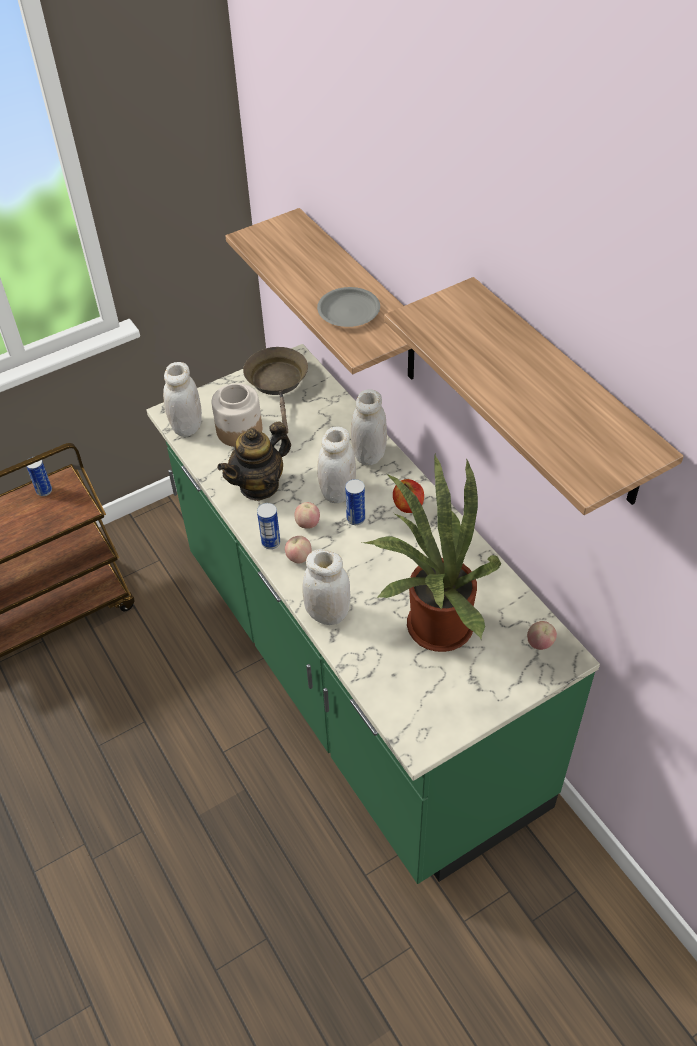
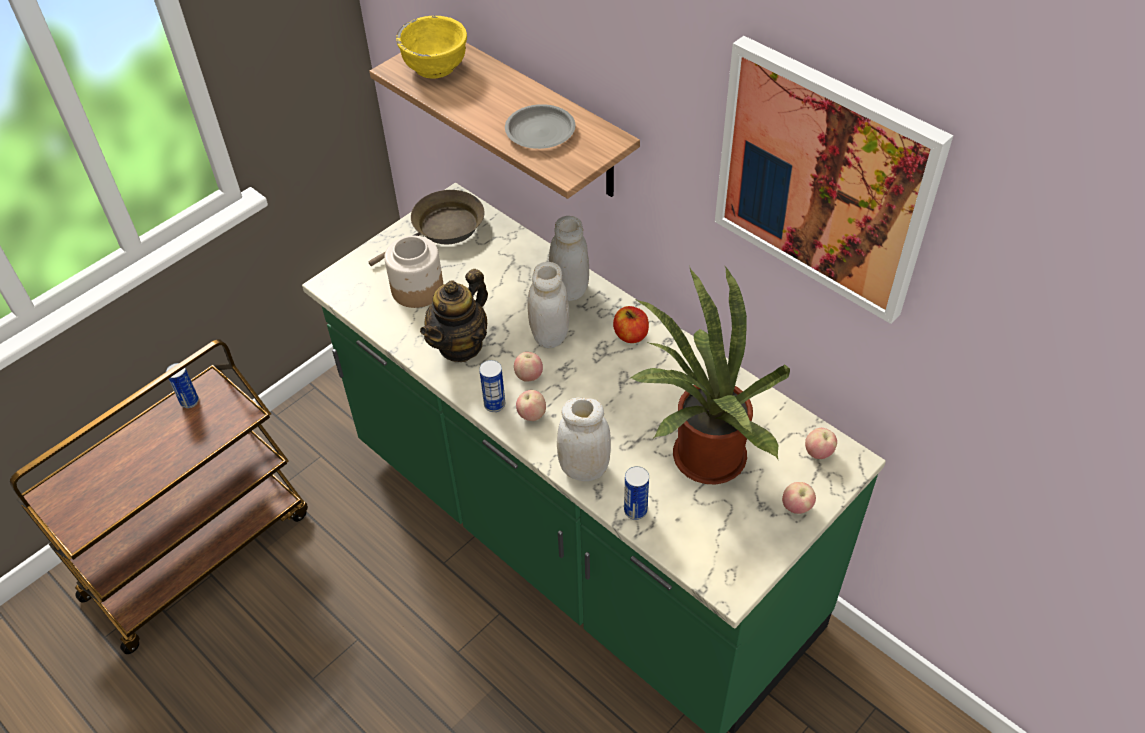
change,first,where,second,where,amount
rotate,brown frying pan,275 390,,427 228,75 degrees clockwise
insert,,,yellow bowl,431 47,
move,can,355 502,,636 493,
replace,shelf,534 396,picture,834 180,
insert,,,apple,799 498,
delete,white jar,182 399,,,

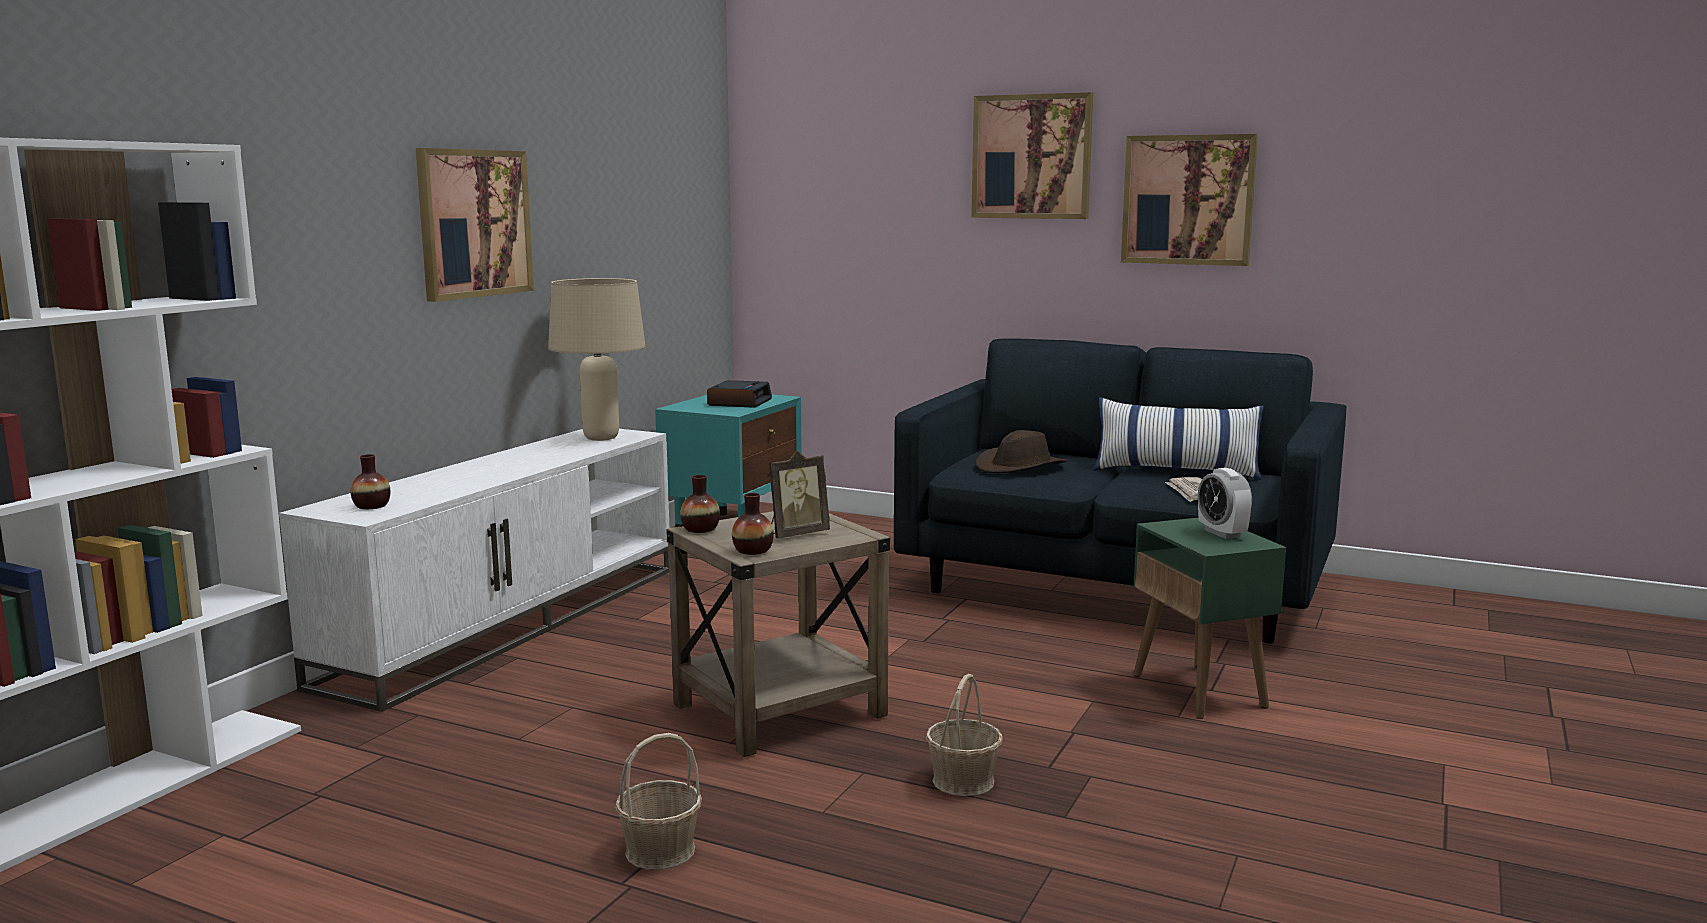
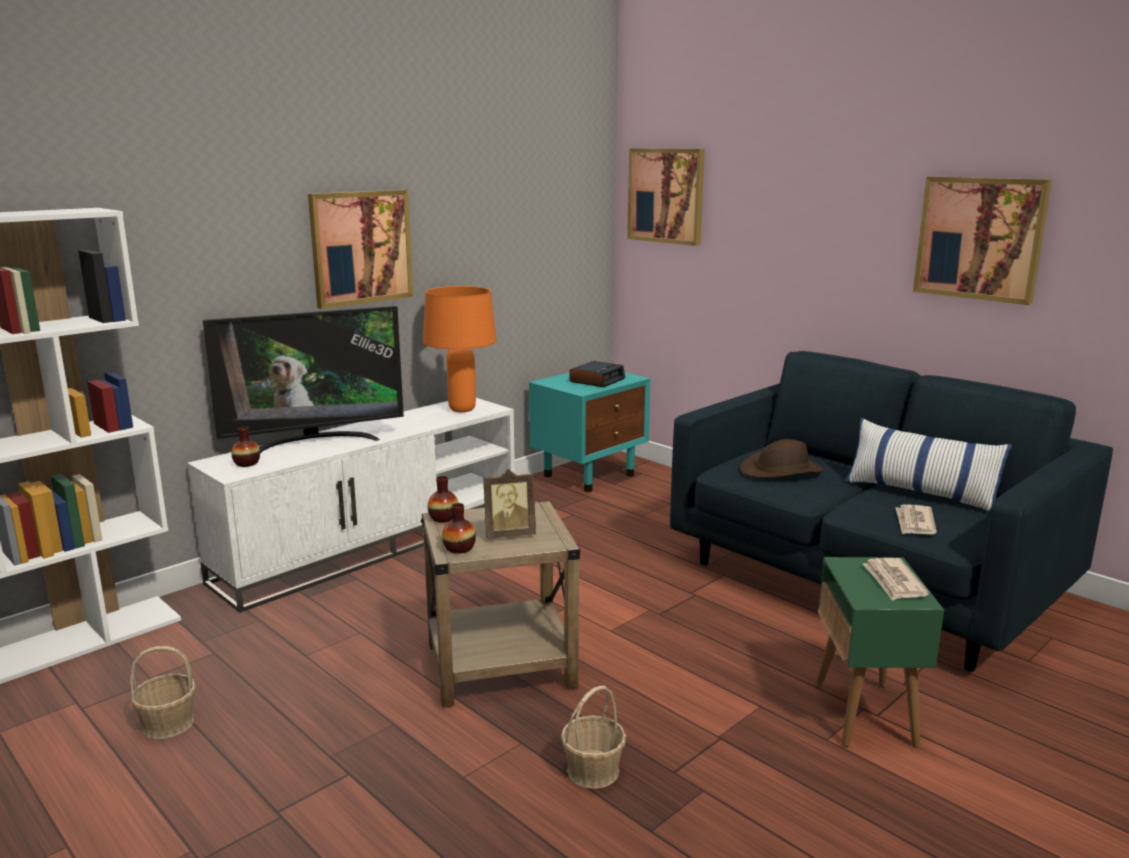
change,first,where,second,where,amount
move,basket,658 801,,163 692,
insert,,,television,303 379,
recolor,beige table lamp,597 359,orange table lamp,460 349,
move,picture,1032 155,,666 197,
replace,alarm clock,1225 503,newspaper,896 579,

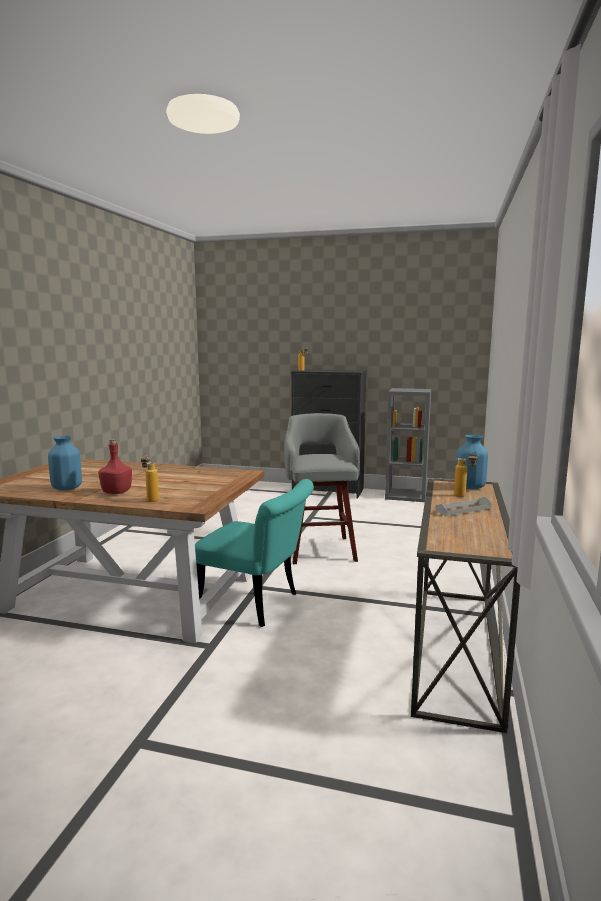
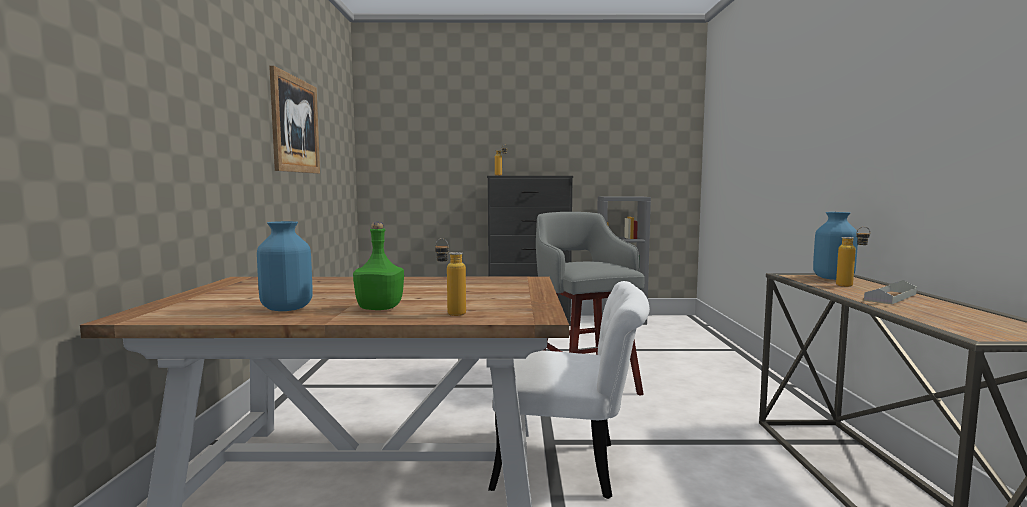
change,first,where,second,where,amount
insert,,,picture,294 120,
recolor,red bottle,115 466,green bottle,378 266,
recolor,turquoise chair,254 553,white chair,569 390,

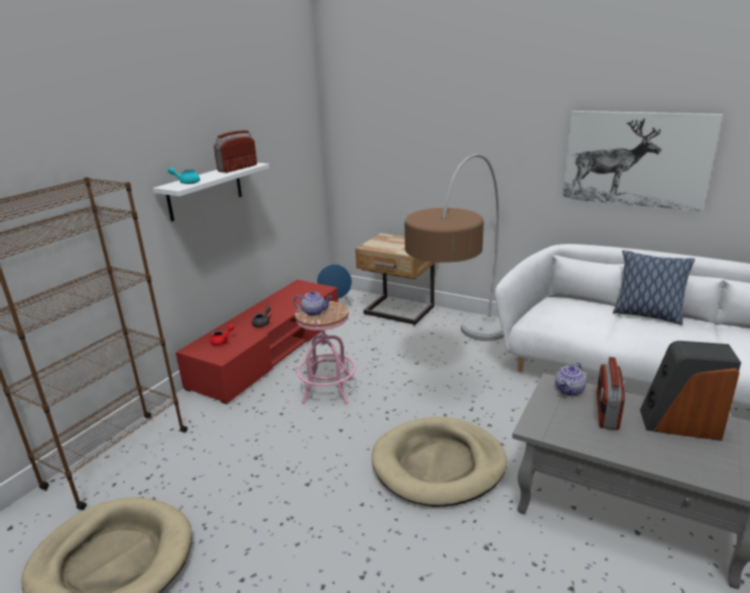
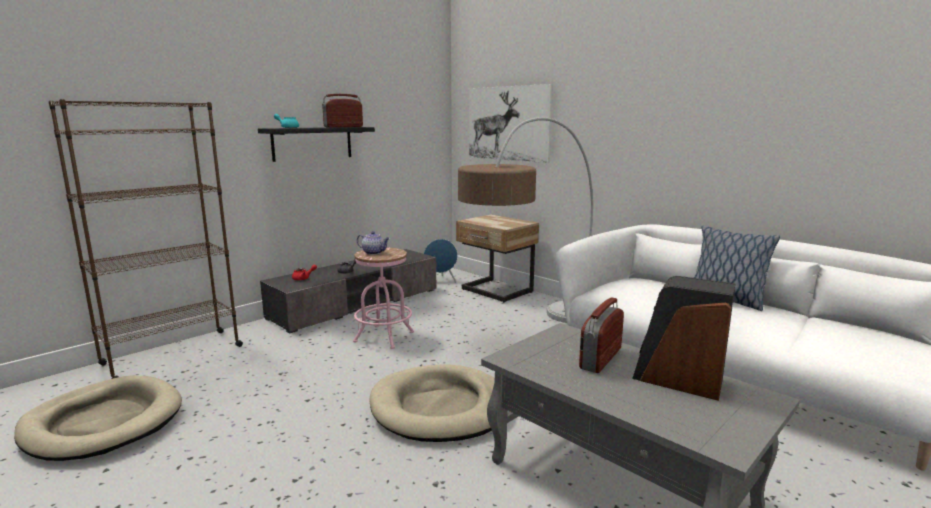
change,first,where,second,where,amount
recolor,white shelf,211 192,black shelf,316 144,
recolor,red tv stand,257 342,grey tv stand,348 291,
move,picture,642 161,,511 123,
delete,teapot,570 379,,,

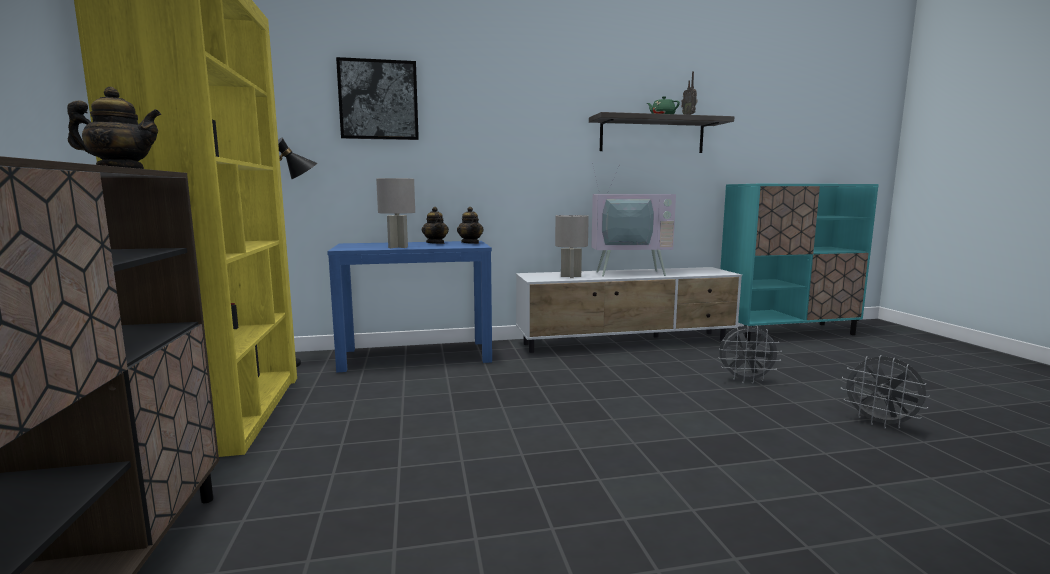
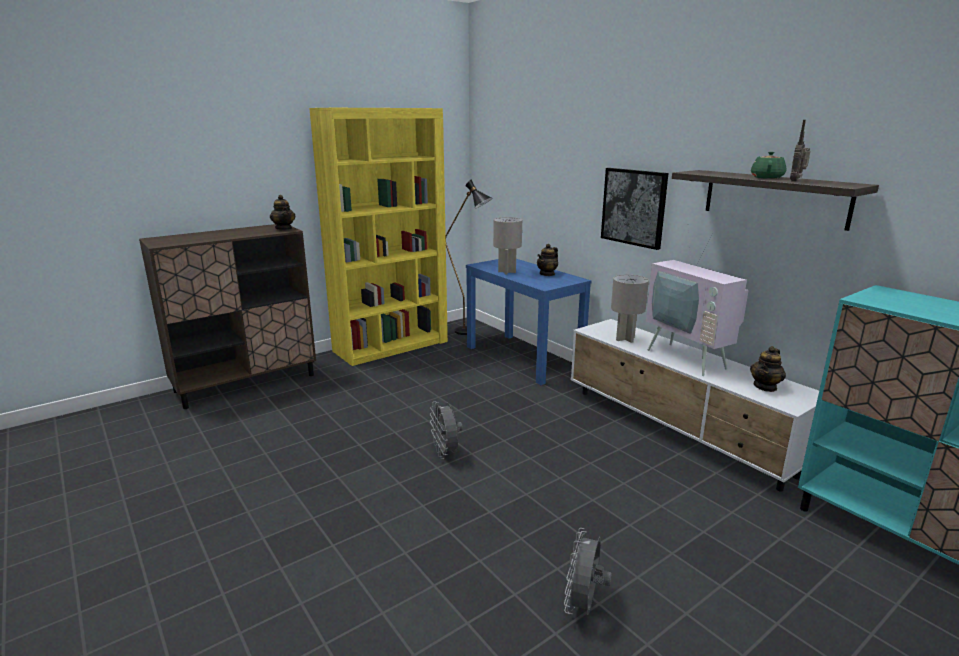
change,first,where,second,where,amount
move,grey fan,750 354,,446 430,
move,picture,377 98,,635 209,
move,teapot,470 225,,768 369,

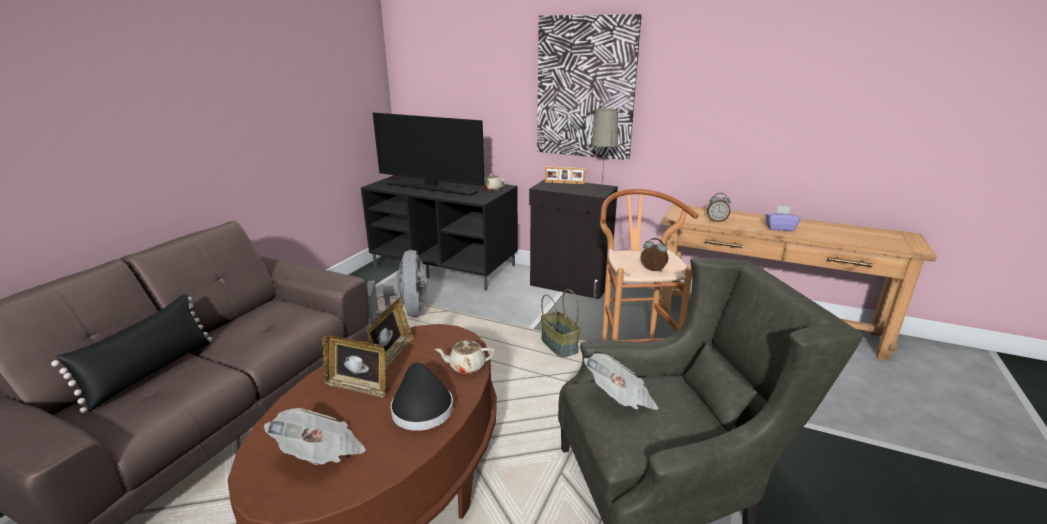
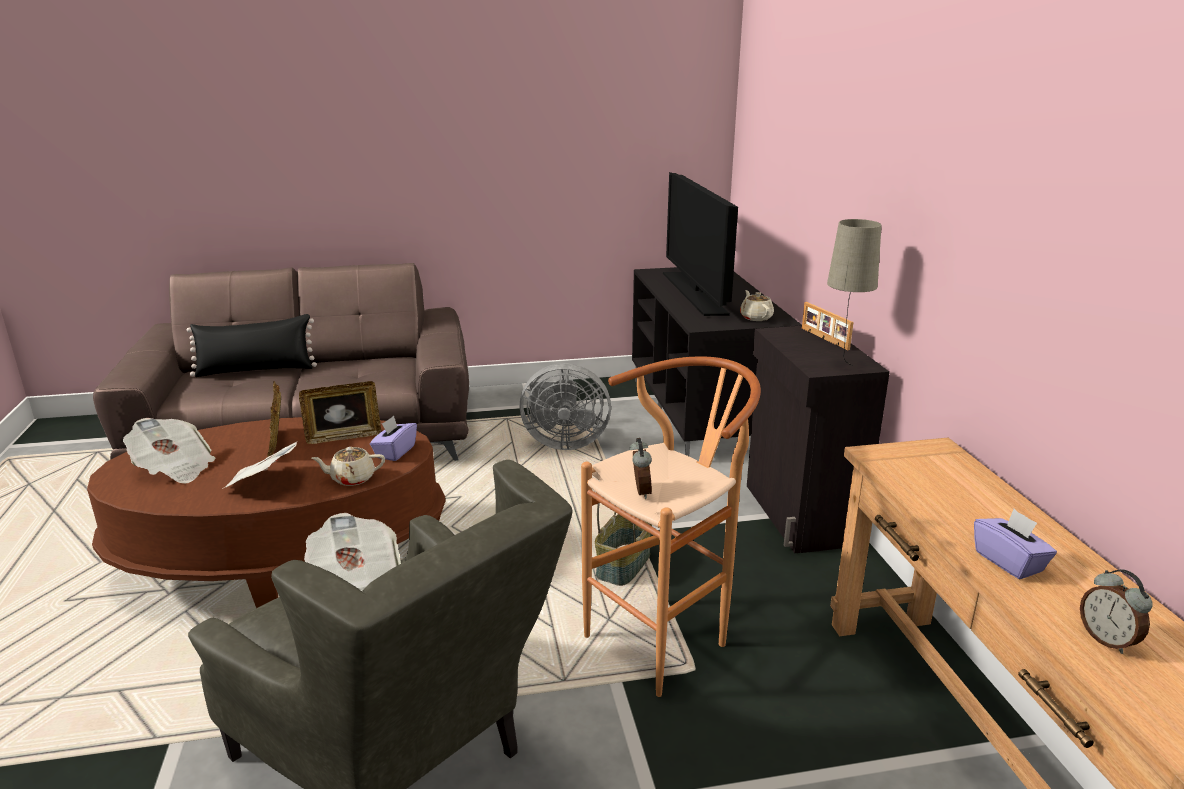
change,first,where,second,where,amount
replace,black hat,422 396,newspaper,260 465,
rotate,beige teapot,465 357,,348 466,60 degrees counterclockwise
insert,,,purple tissue box,393 438,
rotate,grey fan,397 287,,565 406,45 degrees clockwise
move,alarm clock,719 207,,1116 611,
delete,picture,589 87,,,

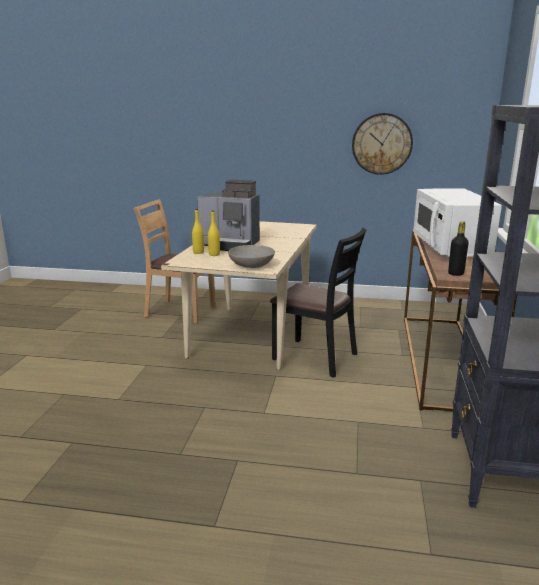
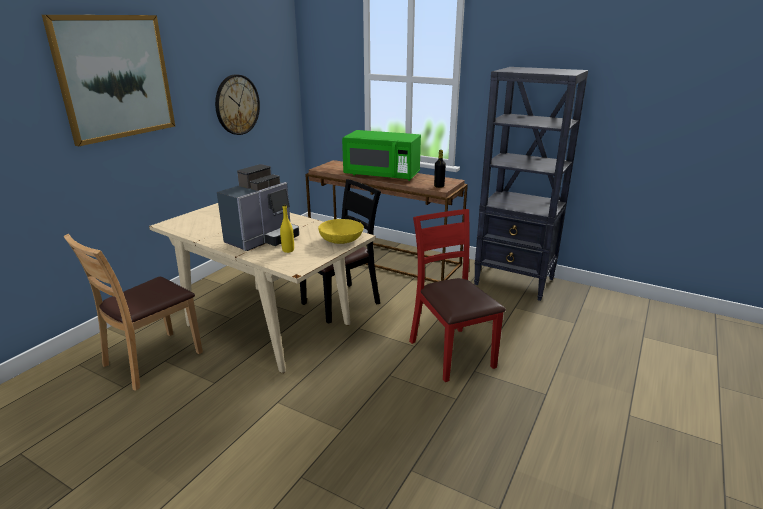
change,first,where,second,where,amount
insert,,,picture,108 80,
recolor,grey bowl,251 256,yellow bowl,341 231,
recolor,white microwave,457 223,green microwave,381 155,
insert,,,red chair,457 295,
delete,yellow bottle,198 231,,,

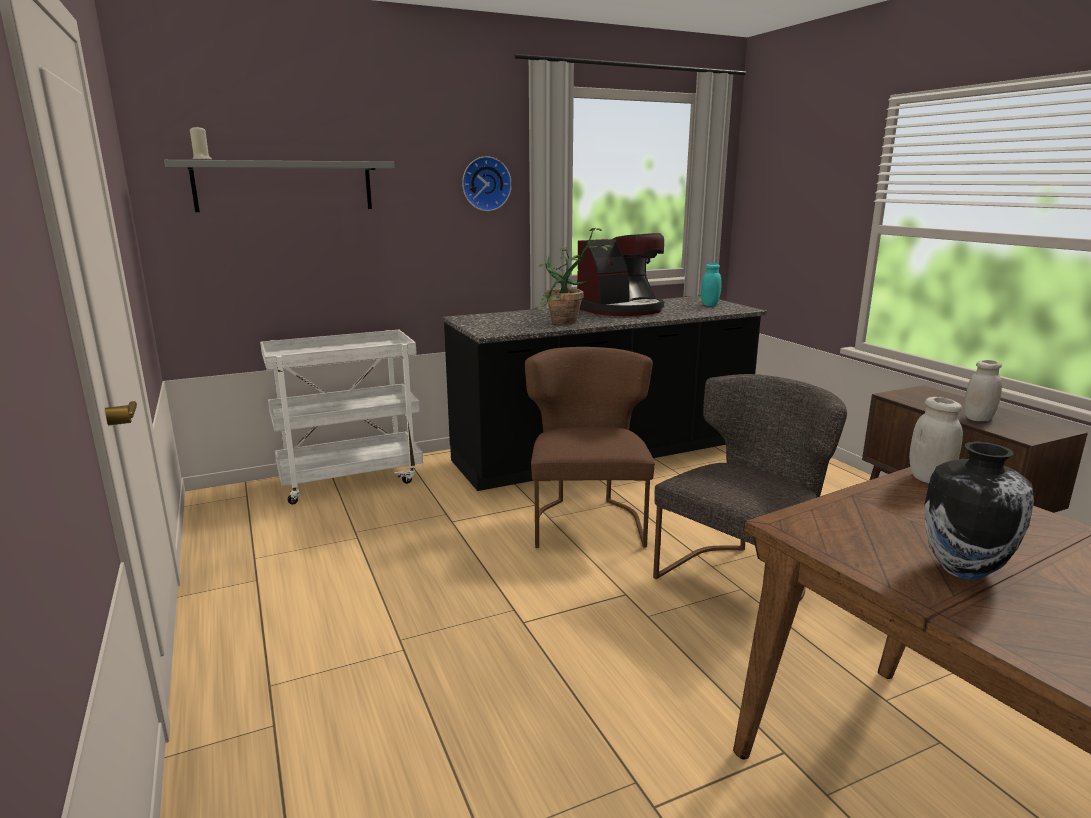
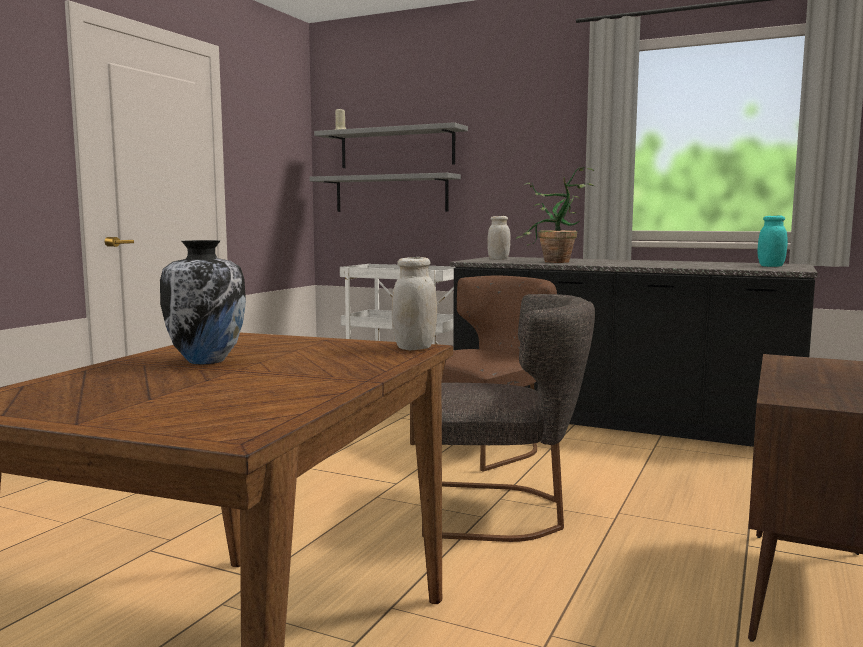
change,first,where,second,where,amount
insert,,,grey shelf,385 192,
move,white jar,983 390,,498 238,
delete,wall clock,487 183,,,
delete,coffee machine,620 274,,,

